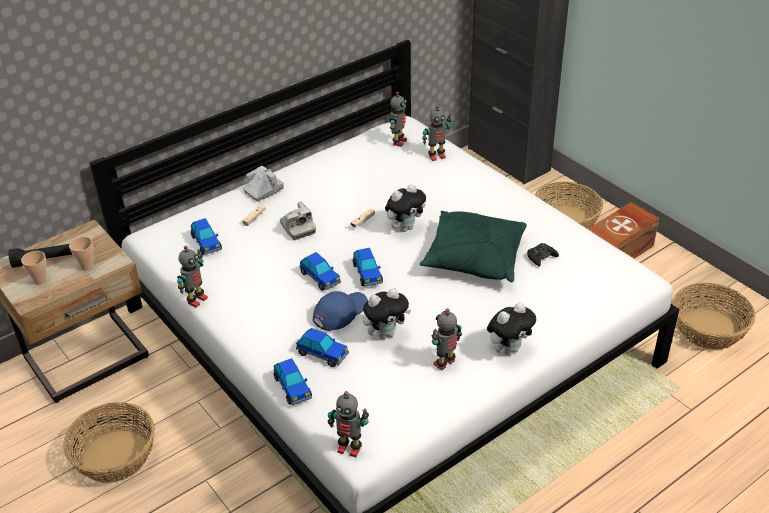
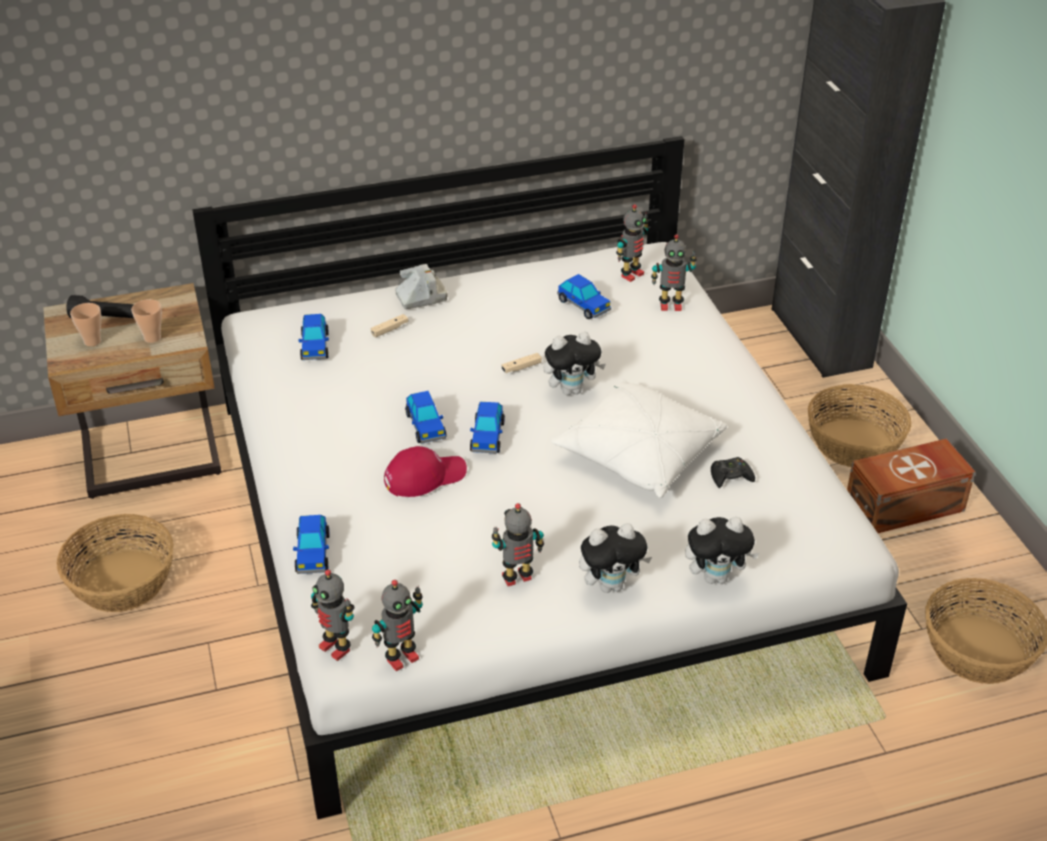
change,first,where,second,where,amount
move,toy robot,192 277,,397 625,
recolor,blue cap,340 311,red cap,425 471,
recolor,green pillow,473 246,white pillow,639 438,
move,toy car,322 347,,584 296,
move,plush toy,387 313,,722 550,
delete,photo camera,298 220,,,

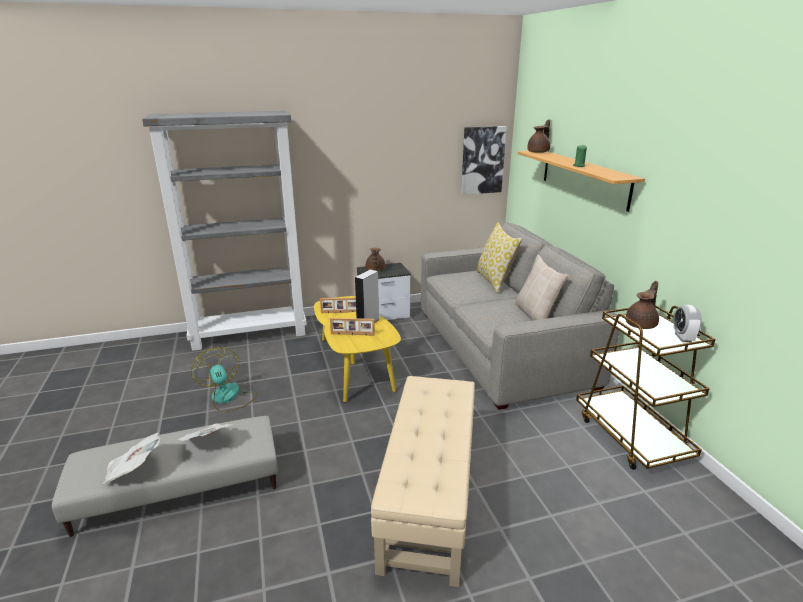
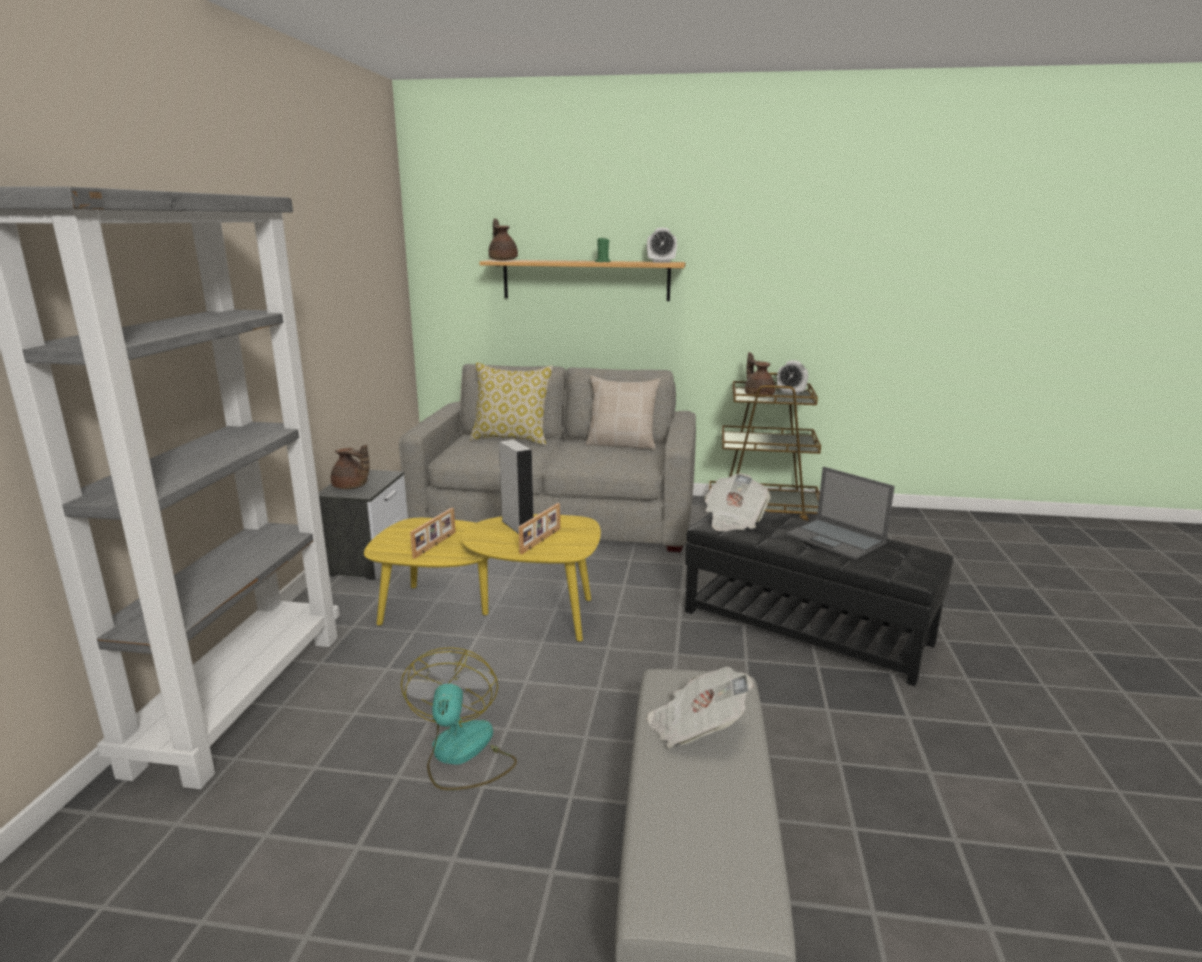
change,first,where,second,where,amount
rotate,fan,224 380,,459 718,90 degrees clockwise
insert,,,alarm clock,662 245,
recolor,beige ottoman,423 481,black ottoman,819 598,
move,newspaper,131 458,,737 502,
insert,,,laptop,840 513,
delete,picture,484 160,,,

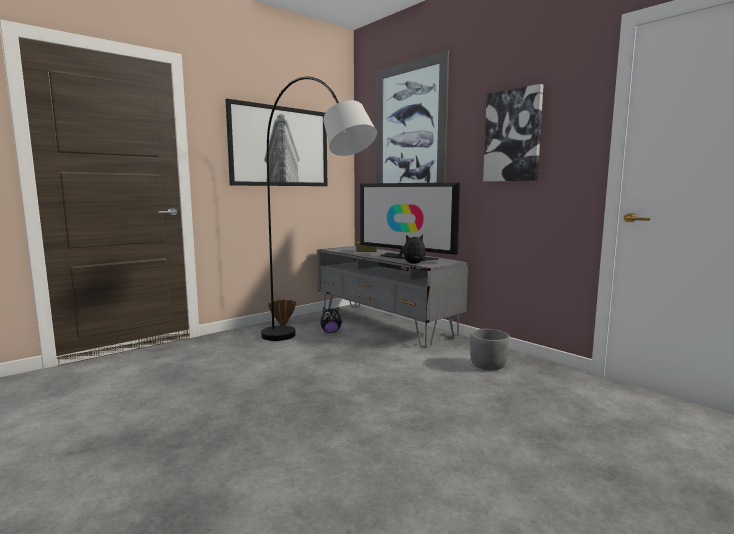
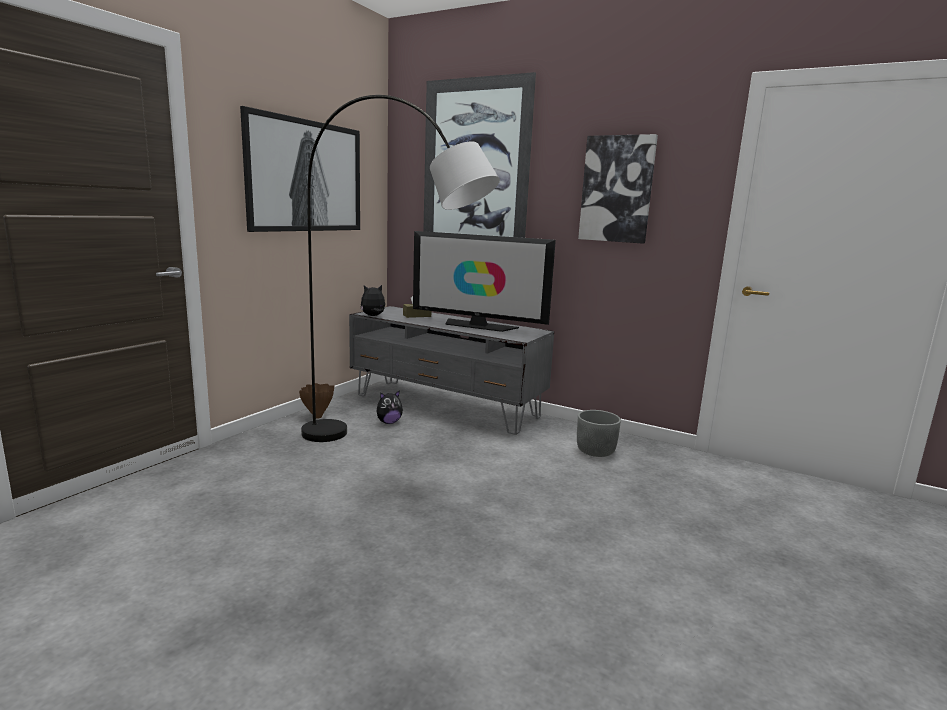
change,first,where,second,where,amount
move,plush toy,414 249,,372 300,

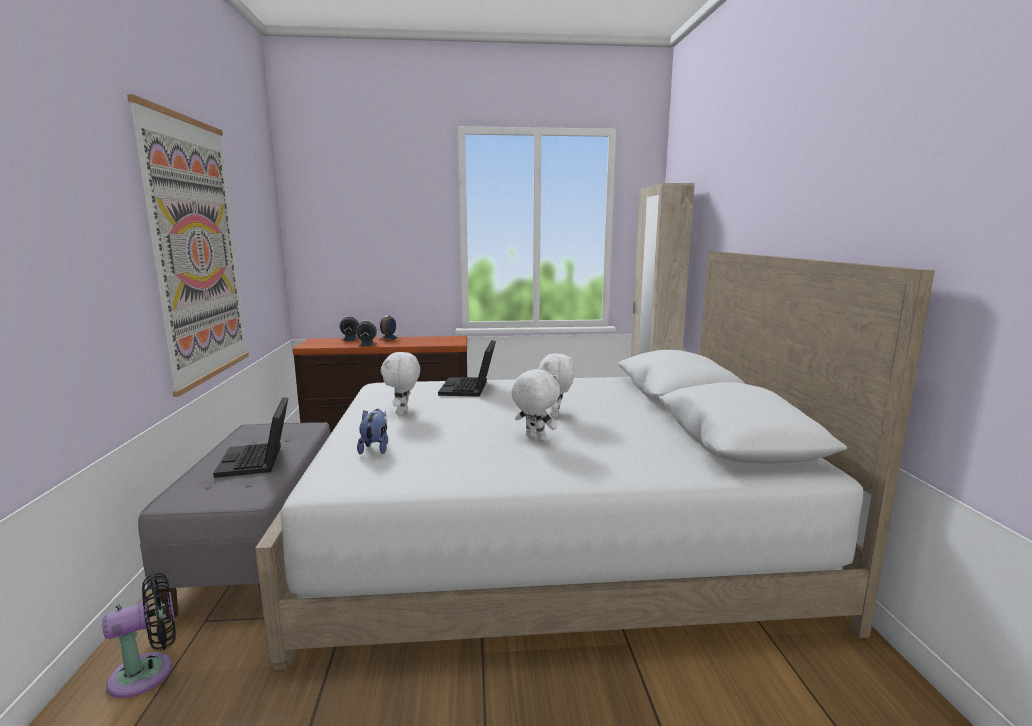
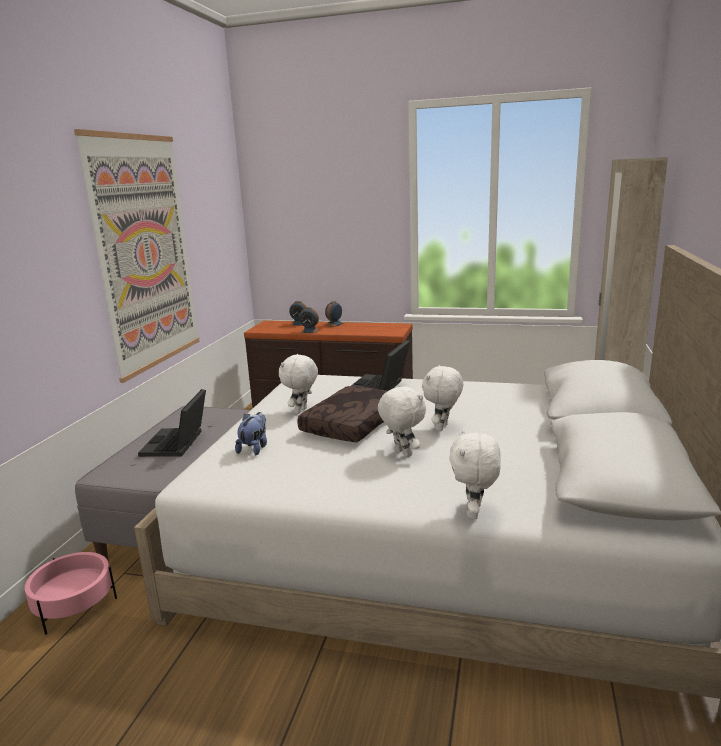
change,first,where,second,where,amount
replace,black fan,139 635,pink planter,71 593,
insert,,,brown pillow,342 414,
insert,,,white plush toy,475 474,

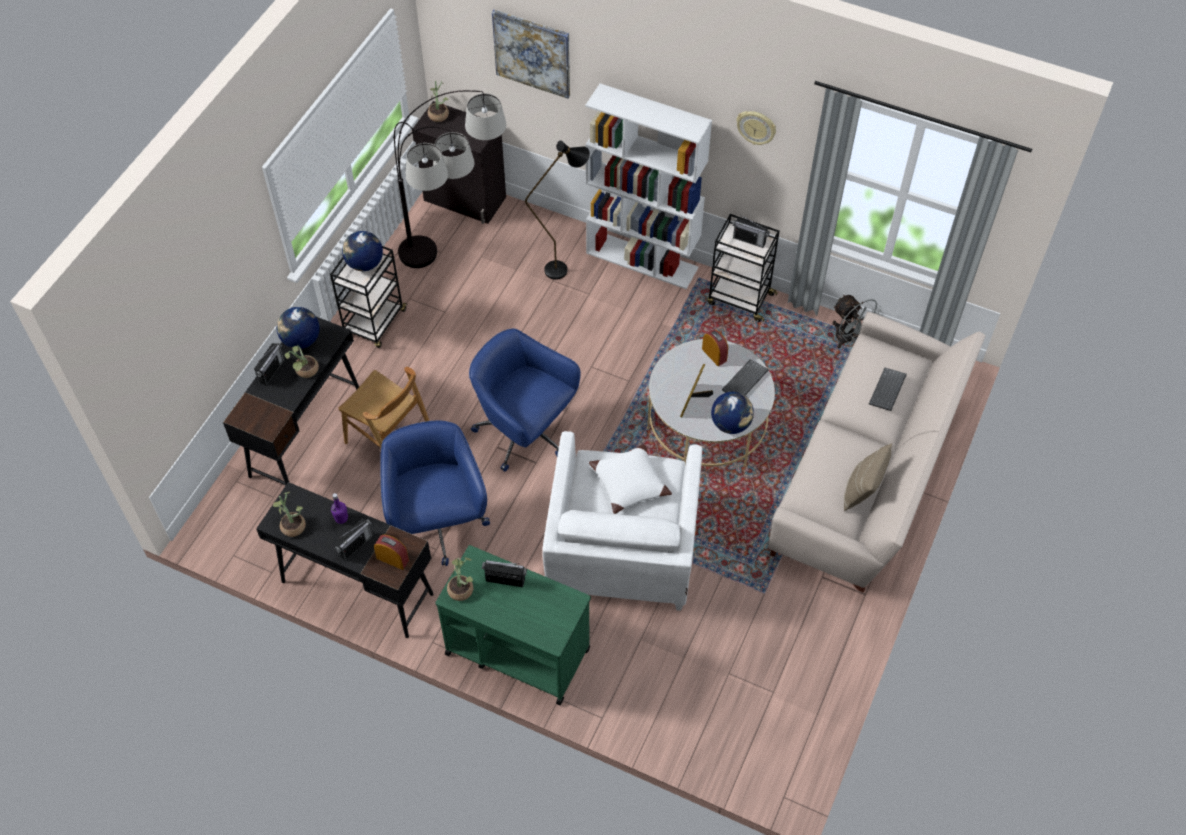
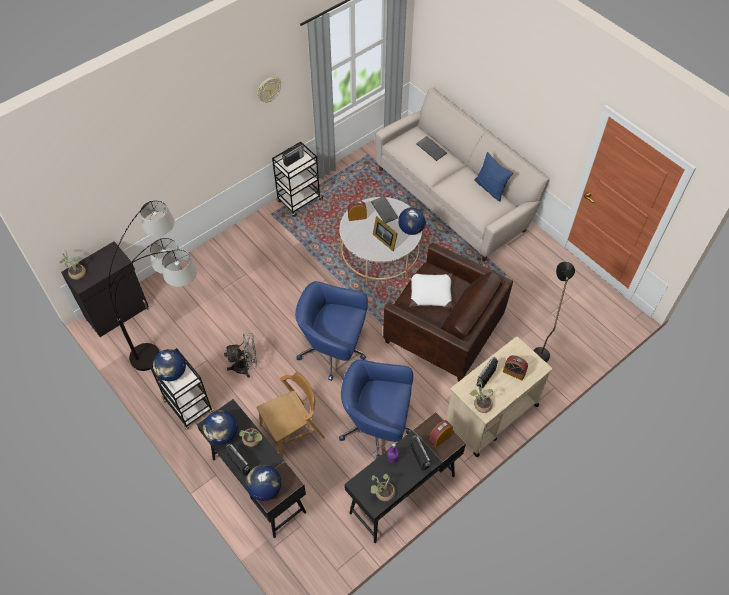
change,first,where,second,where,amount
move,grey fan,857 321,,240 355,
insert,,,globe,263 483,
rotate,blue office chair,525 400,,331 331,45 degrees clockwise
recolor,white armchair,622 521,brown armchair,448 312,
recolor,green cart,513 625,beige cart,499 396,
recolor,beige pillow,868 477,blue pillow,493 177,
insert,,,alarm clock,515 367,
move,black floor lamp,557 210,,554 312,
delete,picture,531 54,,,
delete,white bookcase,648 186,,,

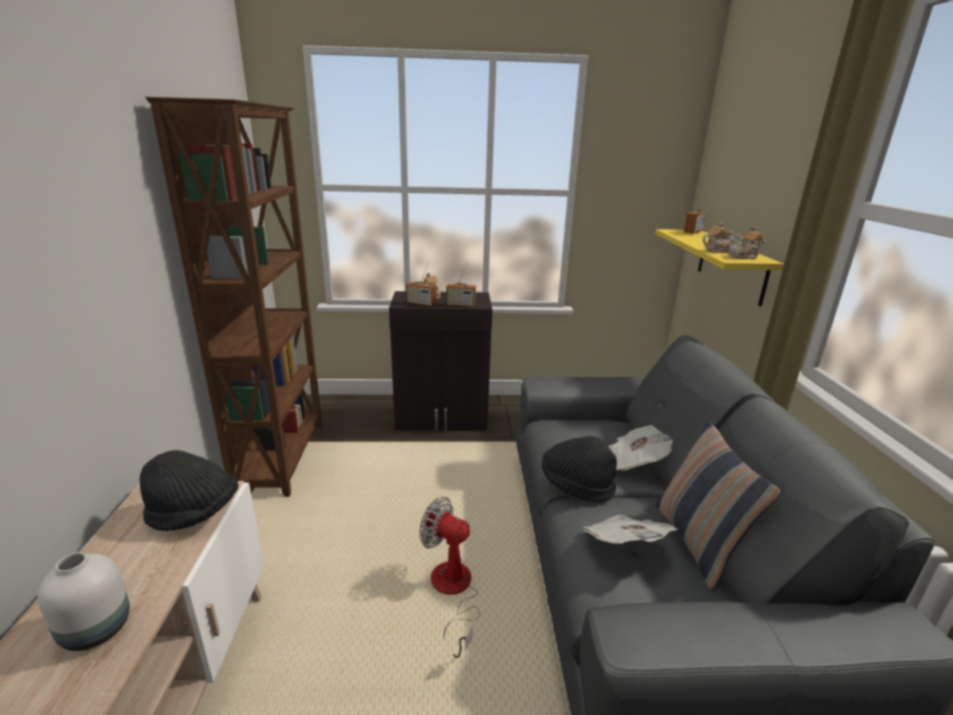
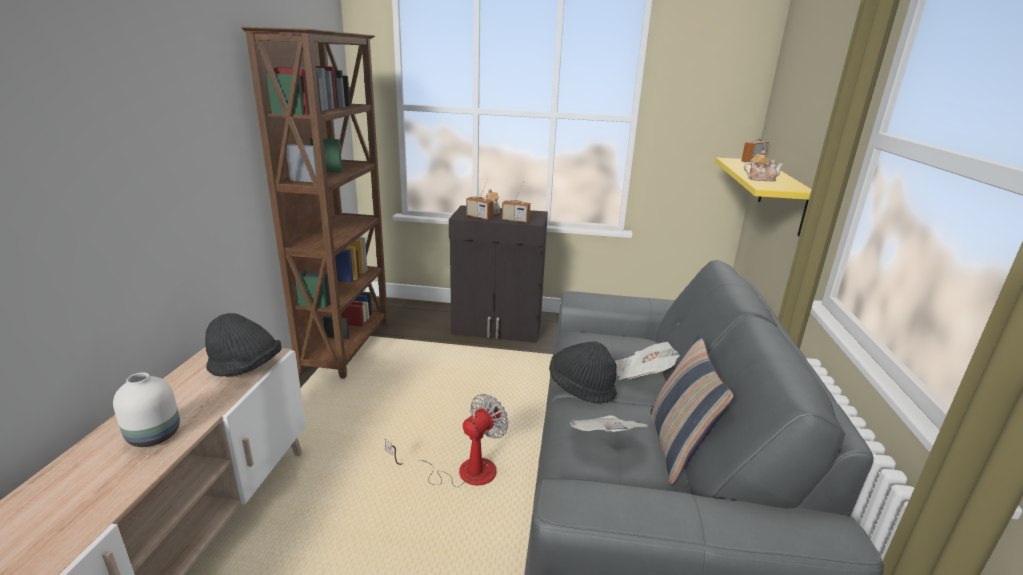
change,first,where,second,where,amount
rotate,fan,449 577,,447 440,90 degrees clockwise
delete,teapot,747 242,,,

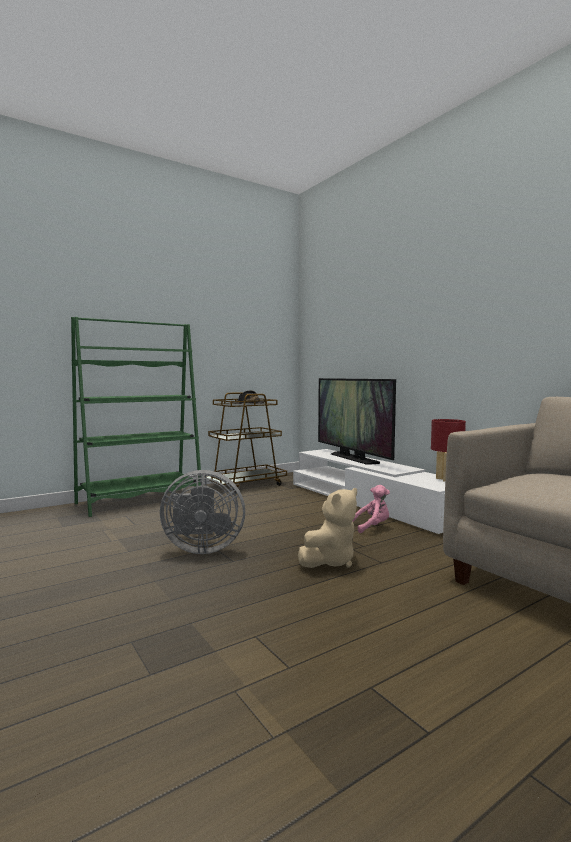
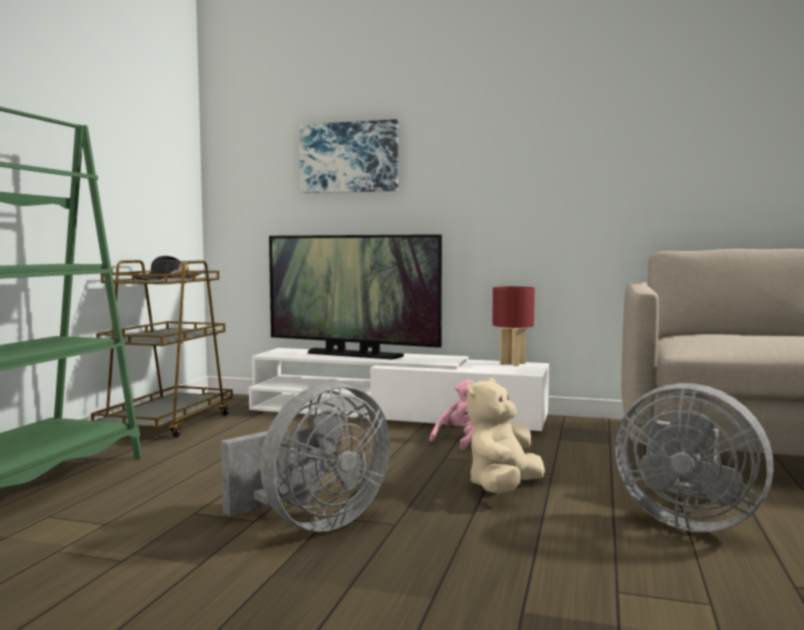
change,first,where,second,where,amount
insert,,,picture,349 156,
rotate,beige plush toy,327 528,,506 436,150 degrees counterclockwise
insert,,,grey fan,694 457,

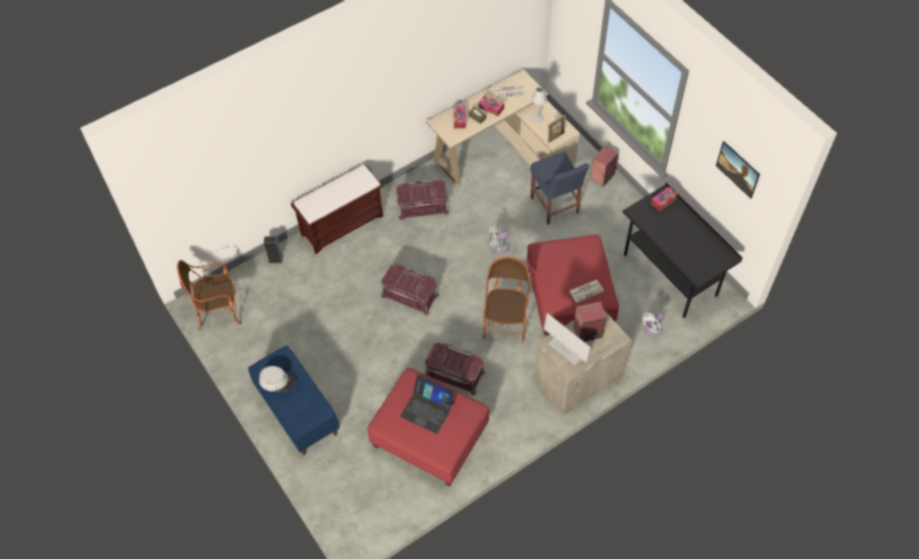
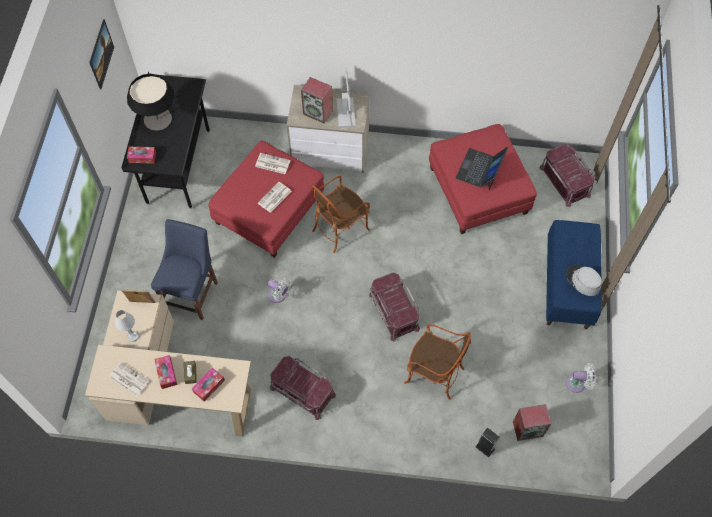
change,first,where,second,where,amount
insert,,,table lamp,150 102,
insert,,,newspaper,274 197,
move,armchair,209 295,,437 362,
rotate,laptop,427 404,,482 168,135 degrees counterclockwise
move,speaker,604 166,,532 422,
move,red storage box,455 368,,567 175,
move,white fan,653 324,,581 378,
delete,brown bench,337 208,,,

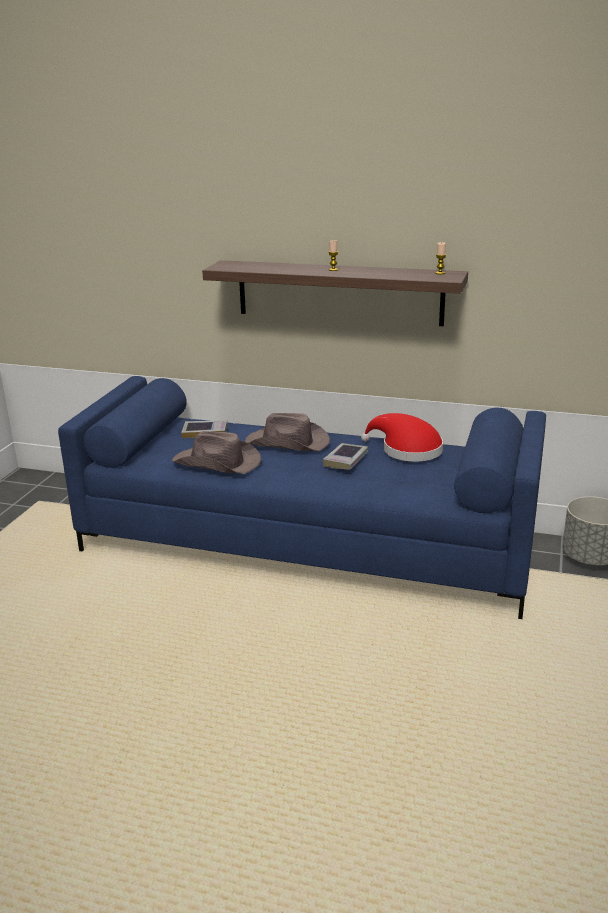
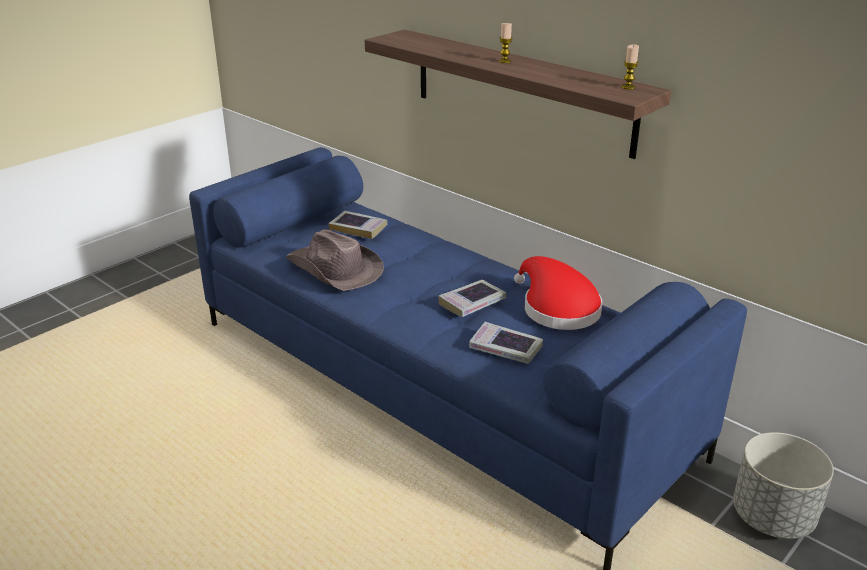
change,first,where,second,where,amount
insert,,,book,506 343,
delete,brown hat,287 432,,,

